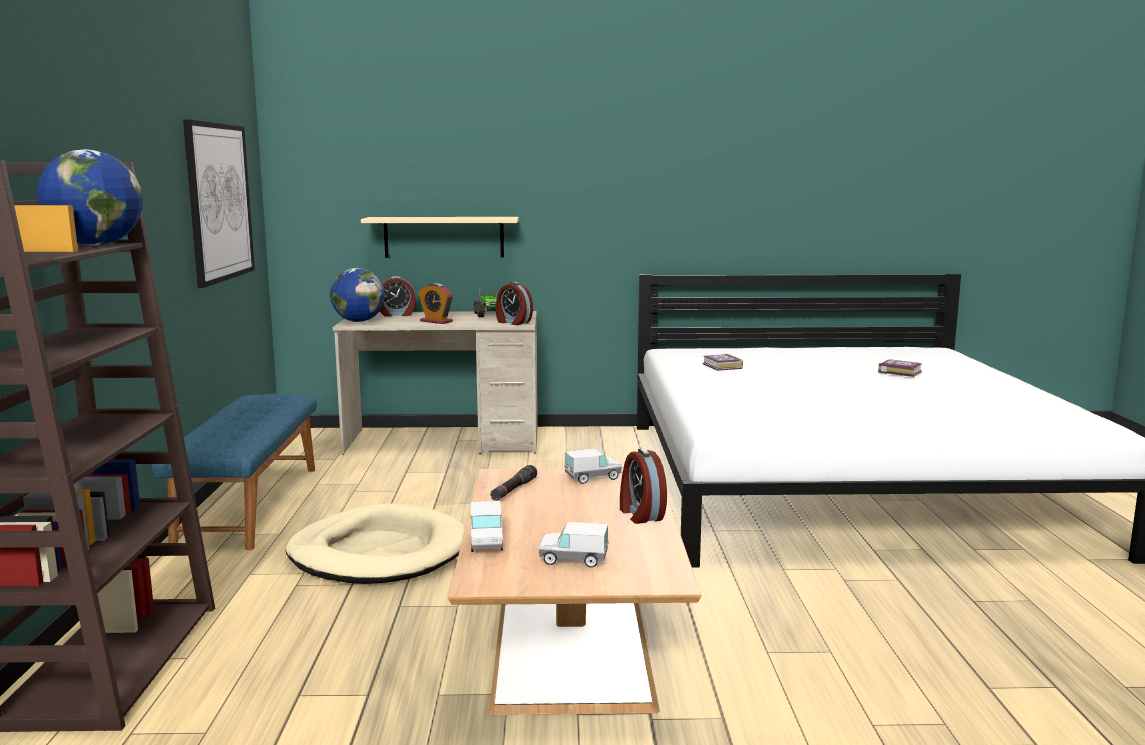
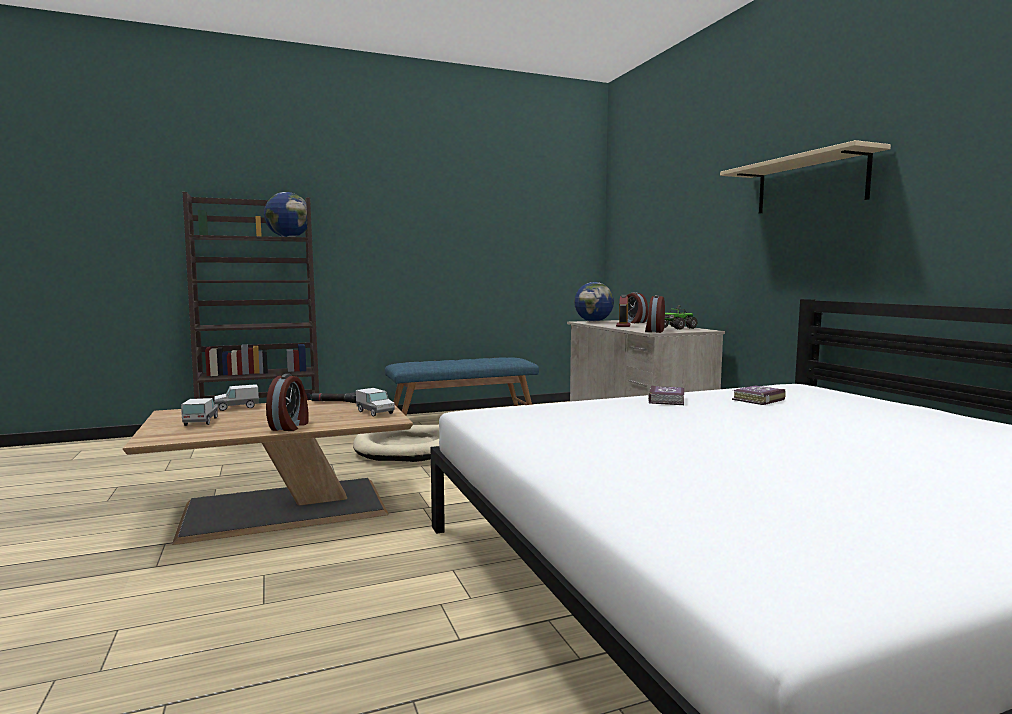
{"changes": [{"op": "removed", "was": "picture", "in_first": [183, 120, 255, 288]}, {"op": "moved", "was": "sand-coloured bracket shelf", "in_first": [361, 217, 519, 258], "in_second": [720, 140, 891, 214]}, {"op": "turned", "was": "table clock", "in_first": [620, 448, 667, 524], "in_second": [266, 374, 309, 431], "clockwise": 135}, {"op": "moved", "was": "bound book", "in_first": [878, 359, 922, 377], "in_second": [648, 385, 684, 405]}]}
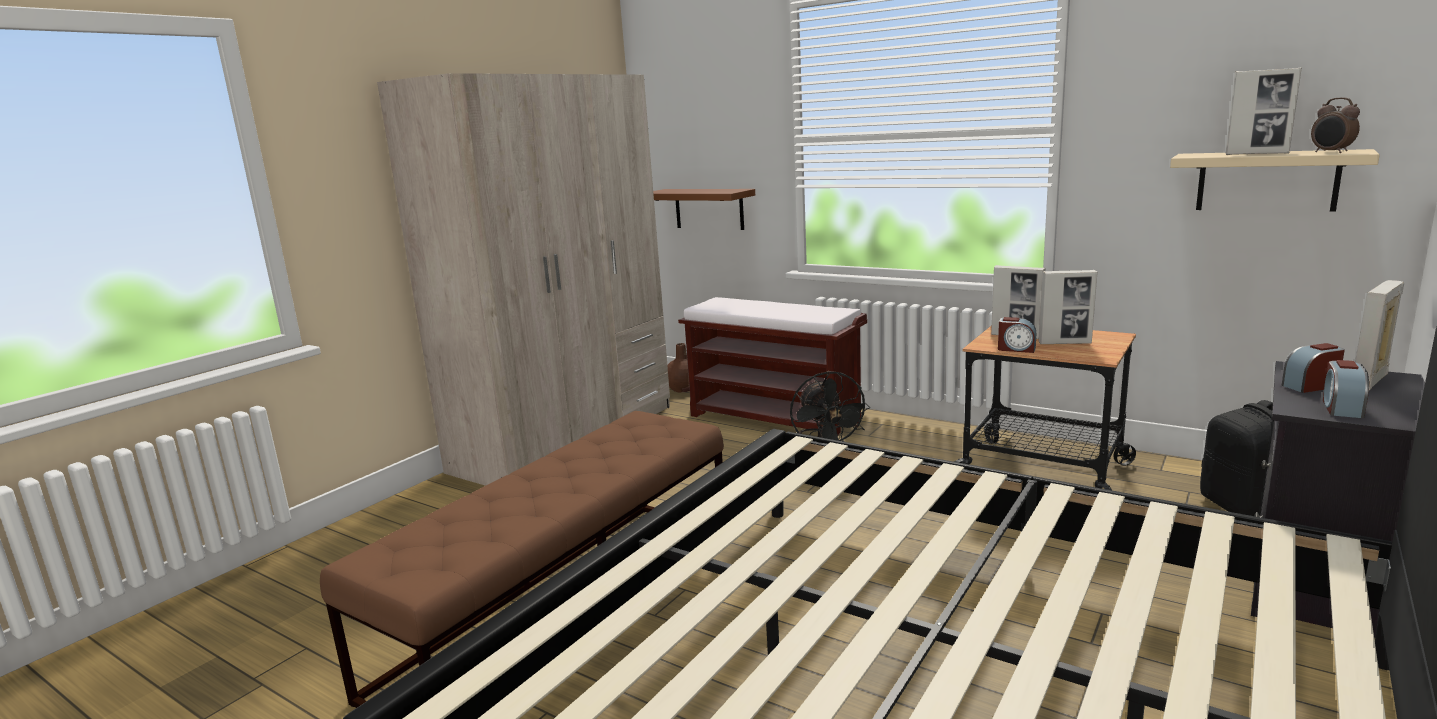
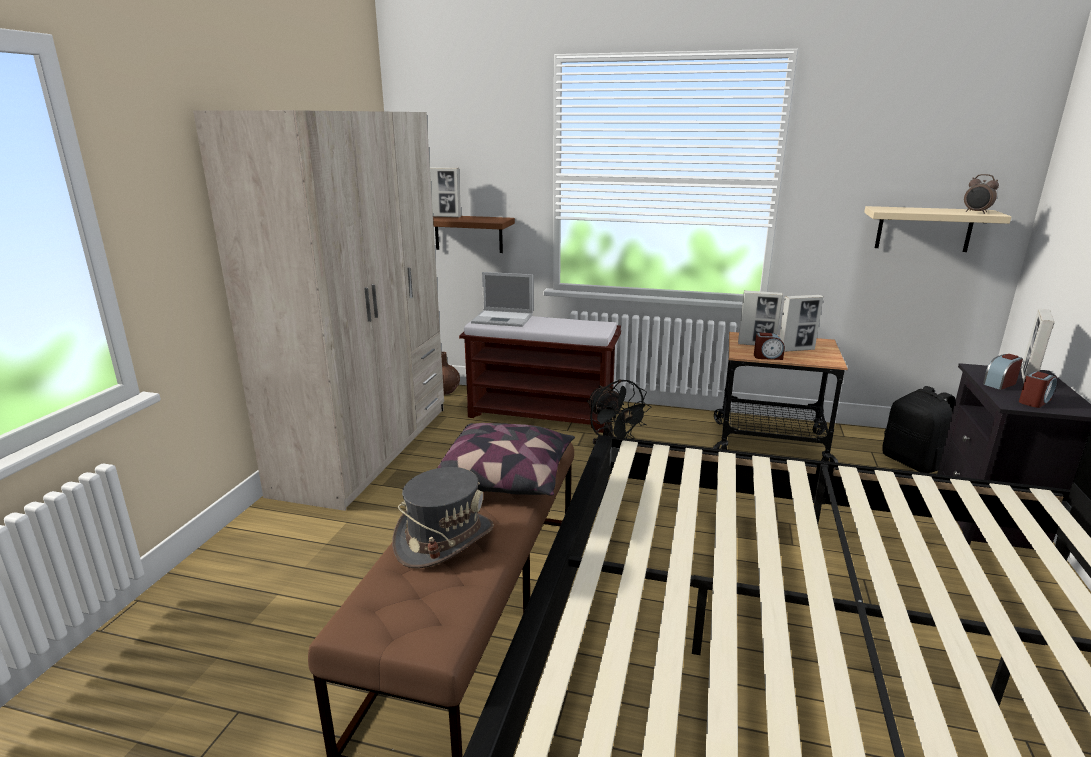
{"changes": [{"op": "moved", "was": "standing frame", "in_first": [1226, 67, 1302, 155], "in_second": [430, 167, 461, 217]}, {"op": "turned", "was": "table clock", "in_first": [1323, 360, 1369, 418], "in_second": [1019, 371, 1057, 408], "clockwise": -135}, {"op": "added", "now": "grey clothing hat", "in_second": [392, 467, 494, 568]}, {"op": "added", "now": "pillow", "in_second": [437, 423, 575, 495]}, {"op": "added", "now": "portable computer", "in_second": [471, 272, 533, 327]}]}
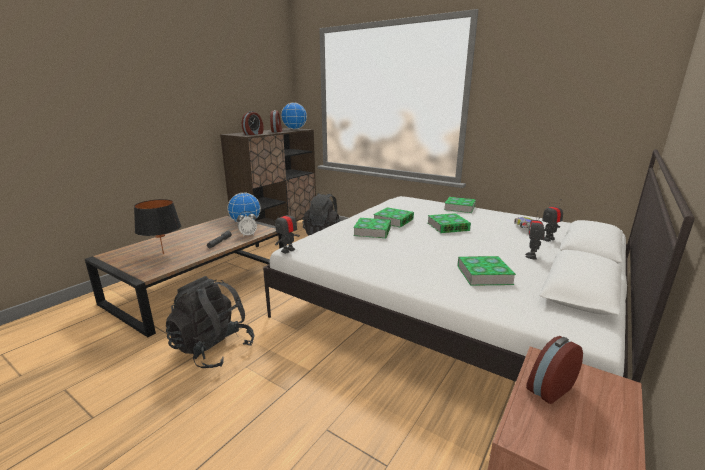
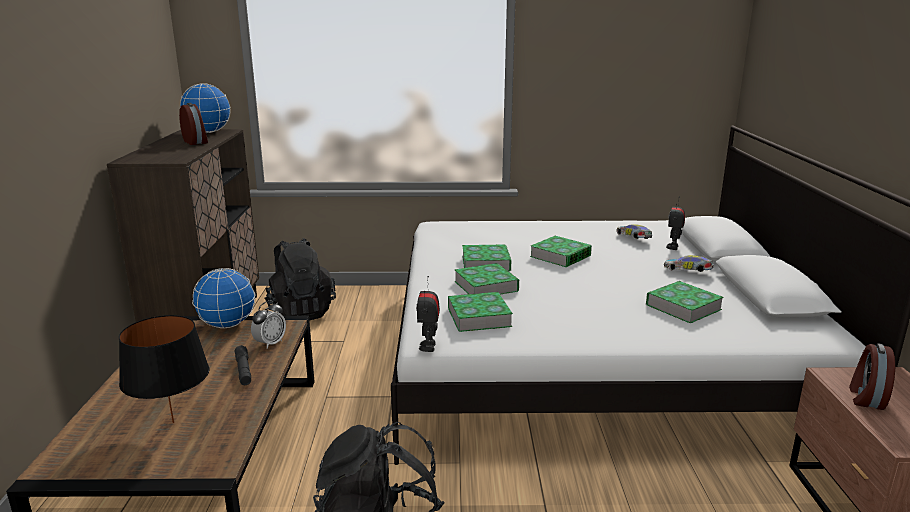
{"changes": [{"op": "removed", "was": "table clock", "in_first": [242, 111, 263, 135]}, {"op": "moved", "was": "bound book", "in_first": [444, 197, 476, 213], "in_second": [448, 292, 513, 332]}, {"op": "replaced", "was": "toy robot", "now": "toy car", "in_first": [525, 210, 545, 260], "in_second": [664, 255, 713, 272]}]}
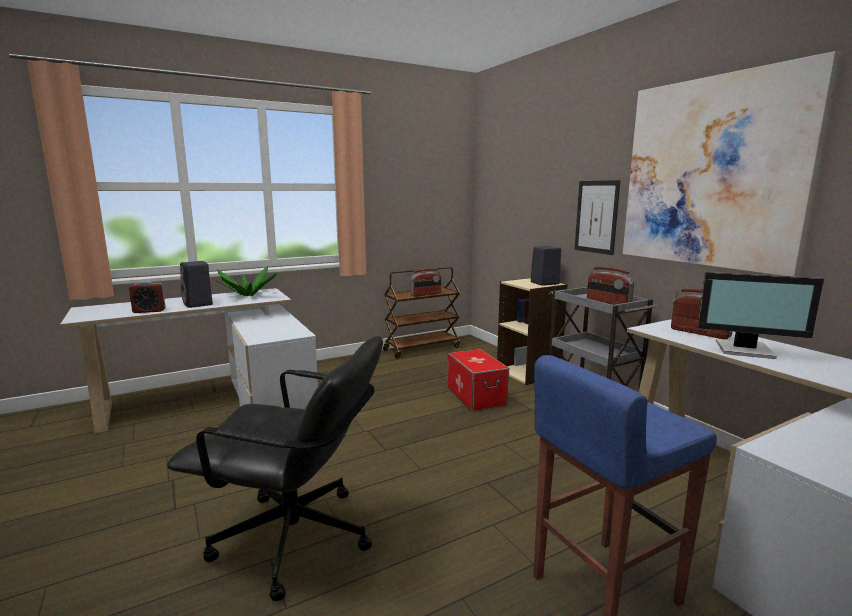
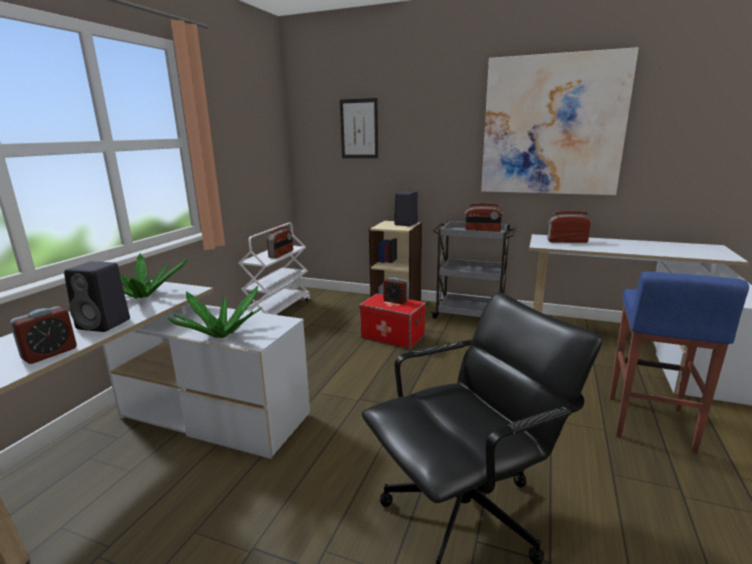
{"changes": [{"op": "recoloured", "was": "brown trolley", "now": "white-coloured trolley", "in_first": [383, 267, 460, 359], "in_second": [238, 223, 310, 315]}, {"op": "moved", "was": "picture", "in_first": [574, 180, 620, 255], "in_second": [340, 98, 378, 158]}, {"op": "removed", "was": "computer display", "in_first": [698, 272, 824, 359]}, {"op": "added", "now": "potted plant", "in_second": [167, 286, 263, 338]}, {"op": "added", "now": "table clock", "in_second": [383, 278, 408, 304]}]}
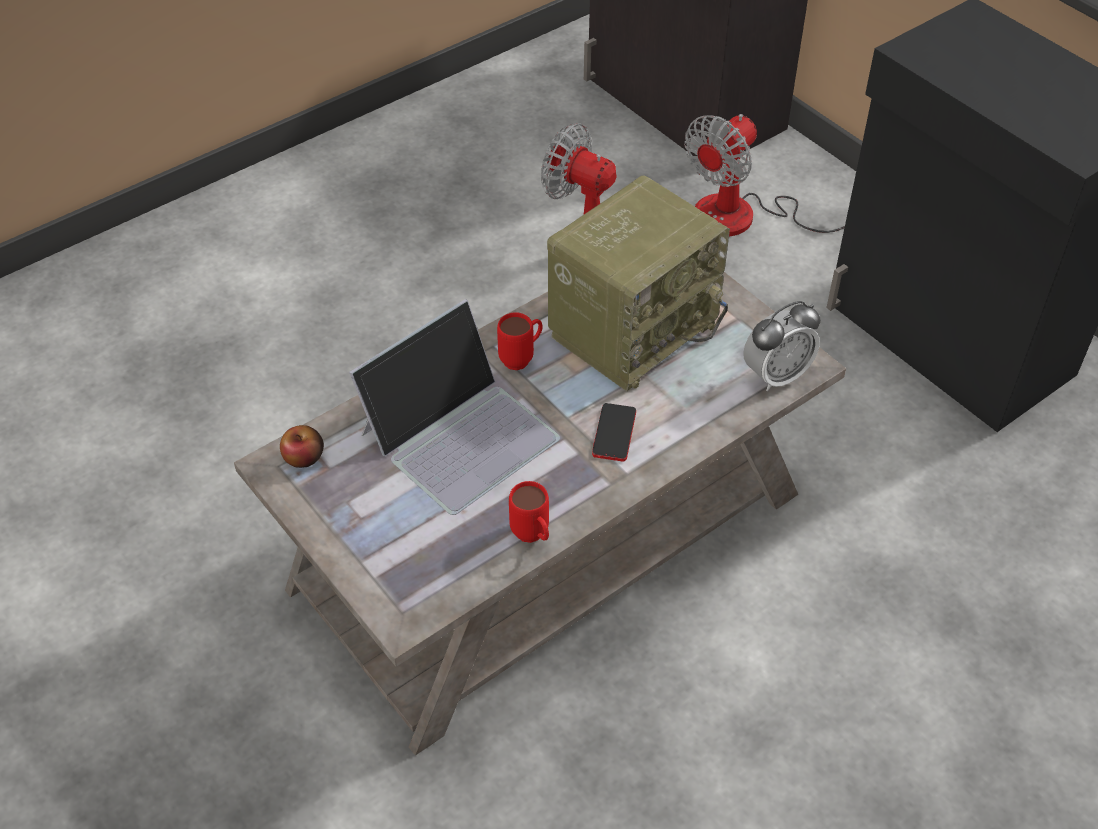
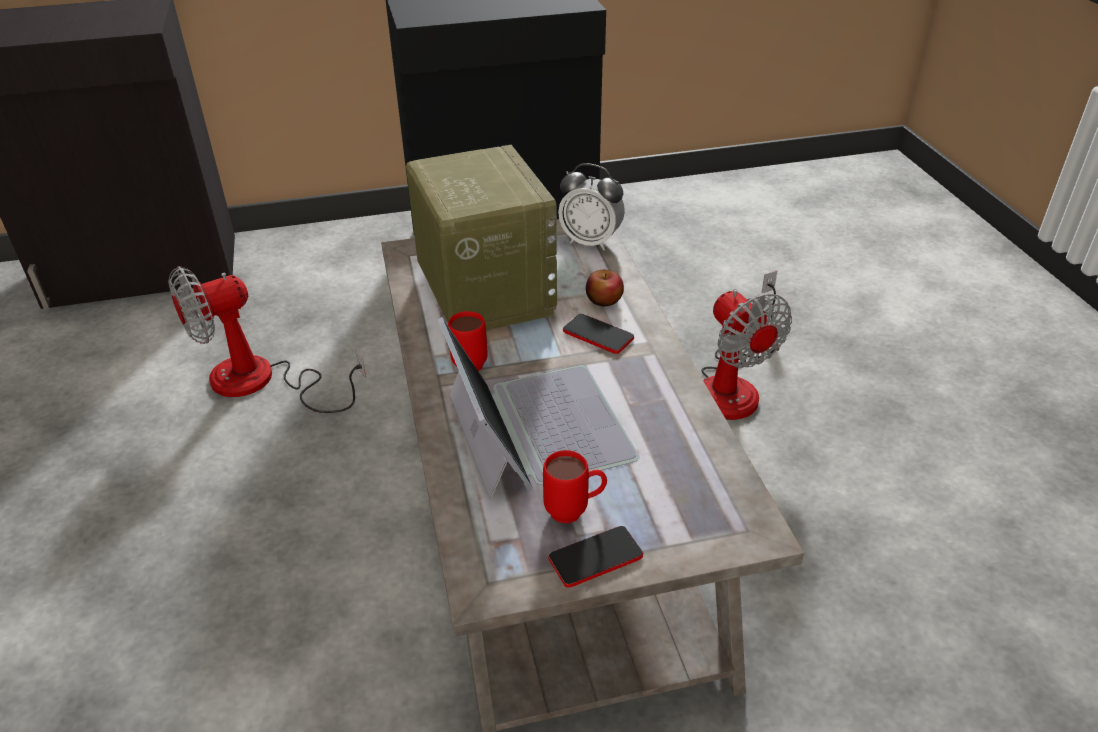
{"changes": [{"op": "moved", "was": "apple fruit", "in_first": [280, 425, 324, 468], "in_second": [586, 270, 624, 306]}, {"op": "moved", "was": "reddish tea mug", "in_first": [509, 481, 549, 543], "in_second": [543, 450, 607, 523]}, {"op": "moved", "was": "electric fan", "in_first": [685, 114, 845, 236], "in_second": [701, 271, 792, 420]}, {"op": "turned", "was": "table clock", "in_first": [743, 301, 821, 391], "in_second": [558, 164, 625, 250], "clockwise": 120}, {"op": "added", "now": "telephone", "in_second": [548, 526, 643, 588]}]}
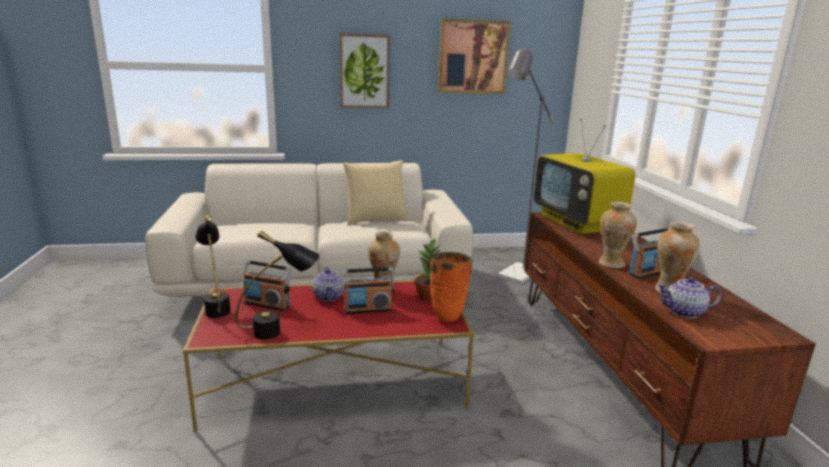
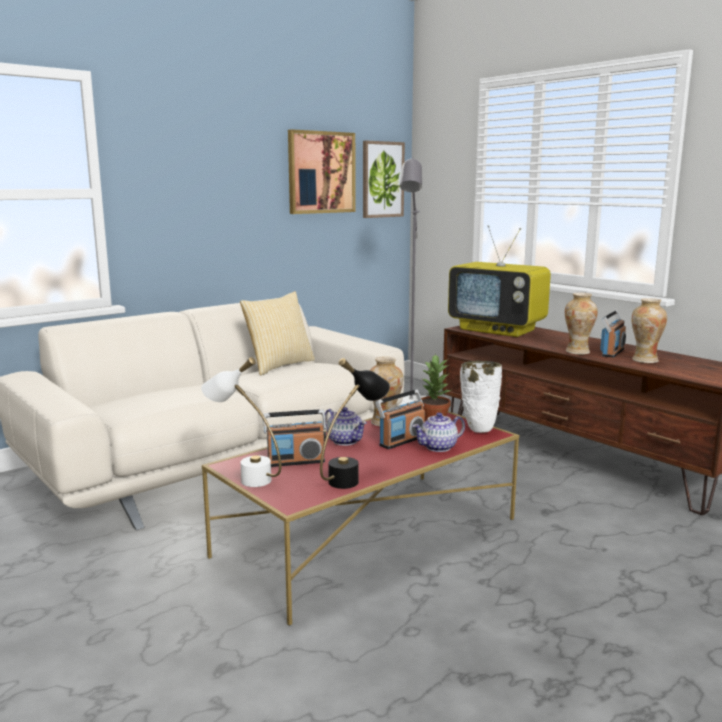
{"changes": [{"op": "recoloured", "was": "black-coloured lamp for a table", "now": "white-coloured lamp for a table", "in_first": [195, 215, 231, 318], "in_second": [201, 357, 281, 487]}, {"op": "moved", "was": "picture", "in_first": [339, 33, 390, 108], "in_second": [363, 141, 405, 218]}, {"op": "recoloured", "was": "orange-coloured flower vase", "now": "white-coloured flower vase", "in_first": [430, 252, 473, 322], "in_second": [460, 361, 502, 433]}, {"op": "moved", "was": "teapot", "in_first": [657, 277, 722, 318], "in_second": [412, 412, 465, 452]}]}
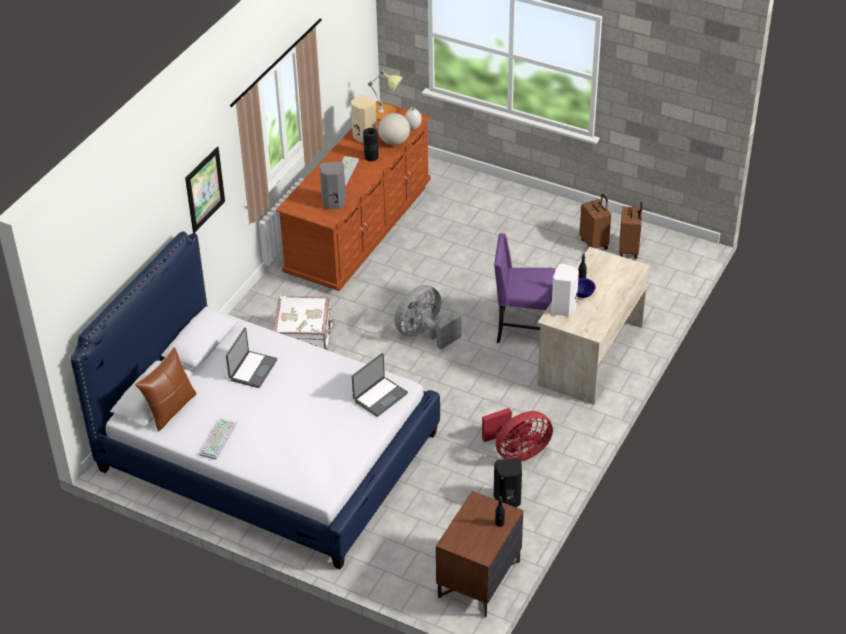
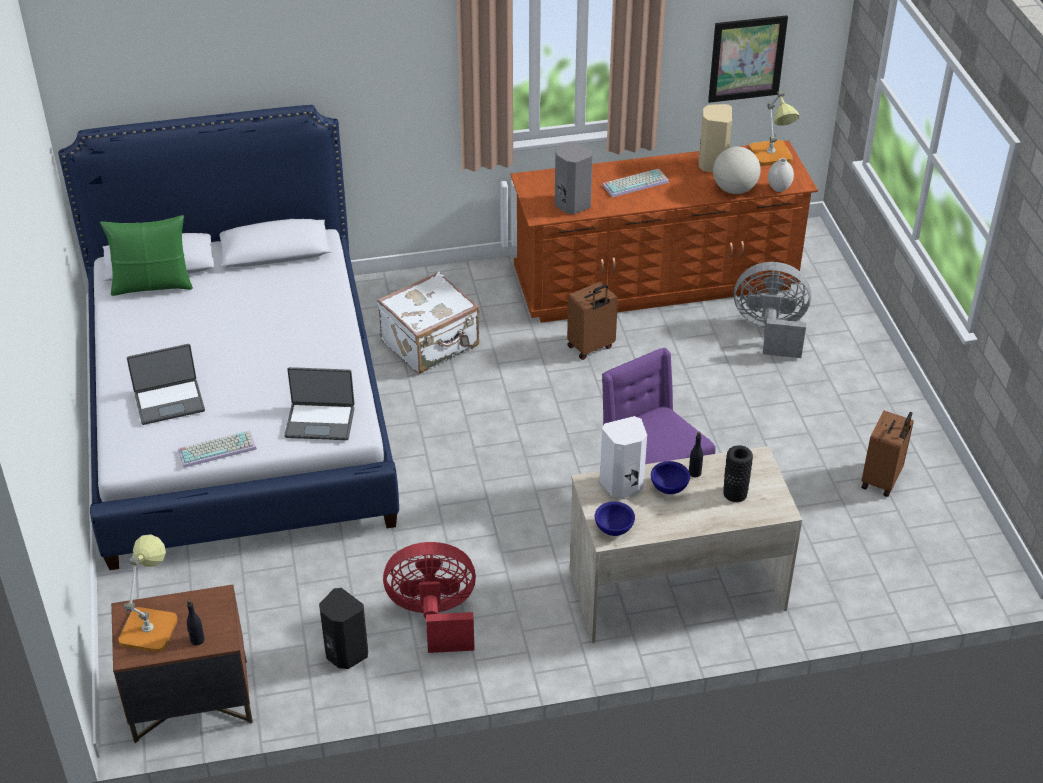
{"changes": [{"op": "recoloured", "was": "brown pillow", "now": "greenish pillow", "in_first": [135, 347, 197, 432], "in_second": [100, 215, 193, 296]}, {"op": "moved", "was": "picture", "in_first": [185, 147, 225, 233], "in_second": [708, 15, 788, 103]}, {"op": "moved", "was": "PC keyboard", "in_first": [199, 418, 237, 460], "in_second": [178, 430, 257, 468]}, {"op": "moved", "was": "portable computer", "in_first": [226, 328, 278, 388], "in_second": [127, 344, 205, 425]}, {"op": "moved", "was": "black-coloured flower vase", "in_first": [363, 128, 378, 161], "in_second": [723, 445, 753, 502]}, {"op": "moved", "was": "grey electric fan", "in_first": [394, 285, 462, 350], "in_second": [734, 262, 811, 358]}, {"op": "turned", "was": "reddish electric fan", "in_first": [482, 408, 553, 462], "in_second": [383, 542, 476, 653], "clockwise": 150}, {"op": "moved", "was": "brown piece of luggage", "in_first": [619, 202, 642, 259], "in_second": [567, 282, 618, 360]}, {"op": "added", "now": "lamp for a table", "in_second": [118, 534, 178, 652]}, {"op": "added", "now": "blue deep dish", "in_second": [595, 501, 635, 536]}]}
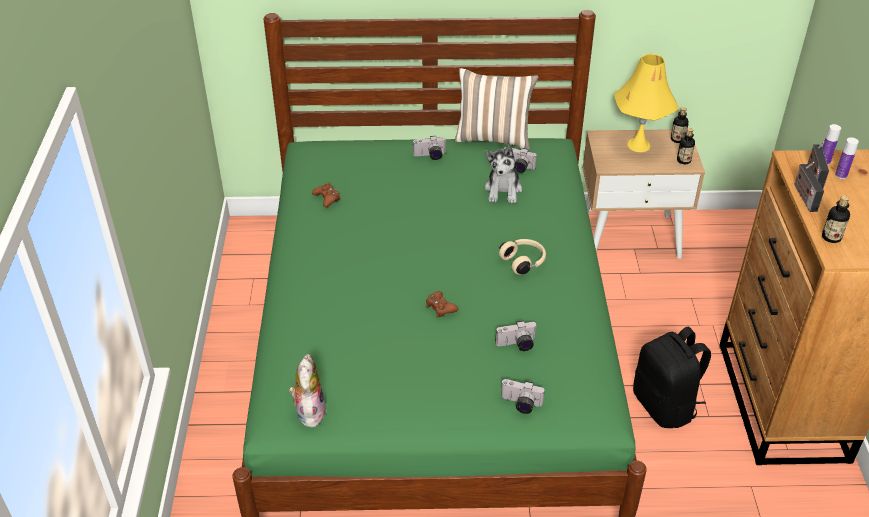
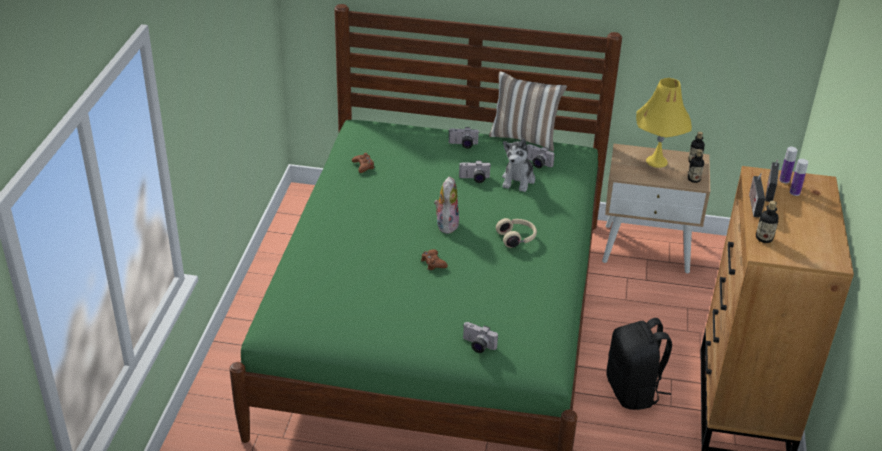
{"changes": [{"op": "moved", "was": "cuddly toy", "in_first": [289, 354, 326, 427], "in_second": [434, 176, 459, 234]}, {"op": "moved", "was": "still camera", "in_first": [495, 320, 537, 351], "in_second": [459, 161, 491, 183]}]}
